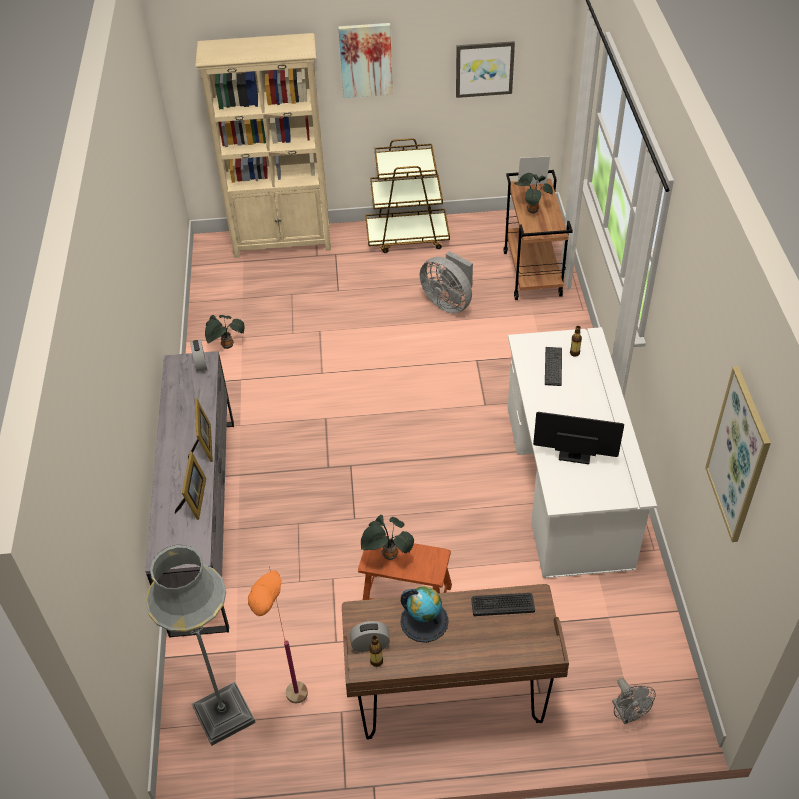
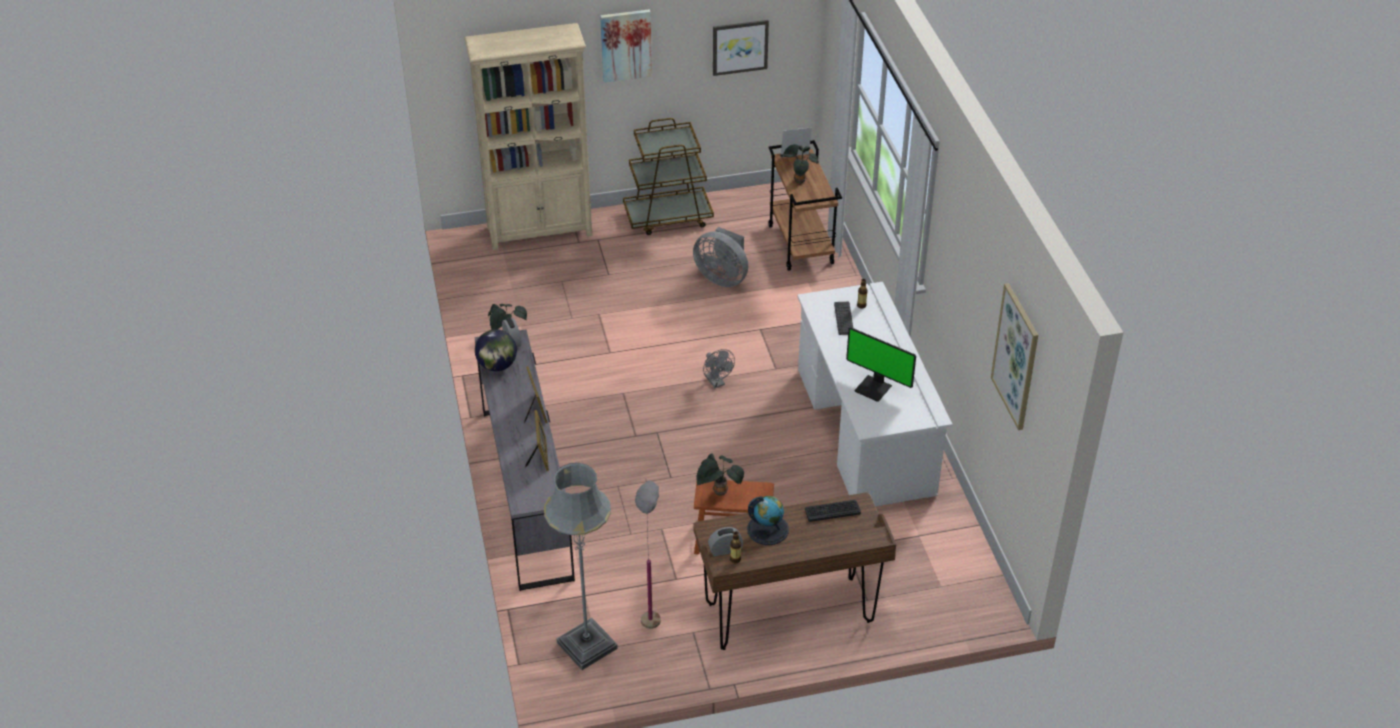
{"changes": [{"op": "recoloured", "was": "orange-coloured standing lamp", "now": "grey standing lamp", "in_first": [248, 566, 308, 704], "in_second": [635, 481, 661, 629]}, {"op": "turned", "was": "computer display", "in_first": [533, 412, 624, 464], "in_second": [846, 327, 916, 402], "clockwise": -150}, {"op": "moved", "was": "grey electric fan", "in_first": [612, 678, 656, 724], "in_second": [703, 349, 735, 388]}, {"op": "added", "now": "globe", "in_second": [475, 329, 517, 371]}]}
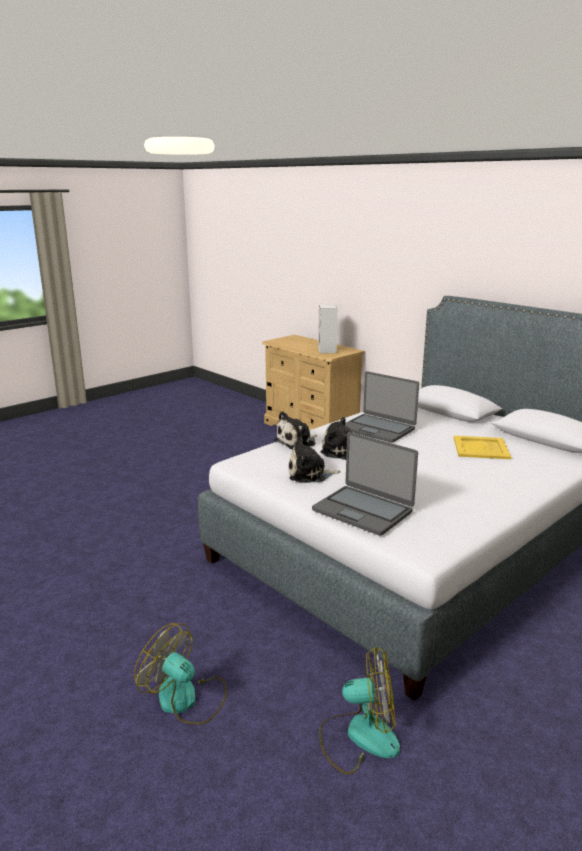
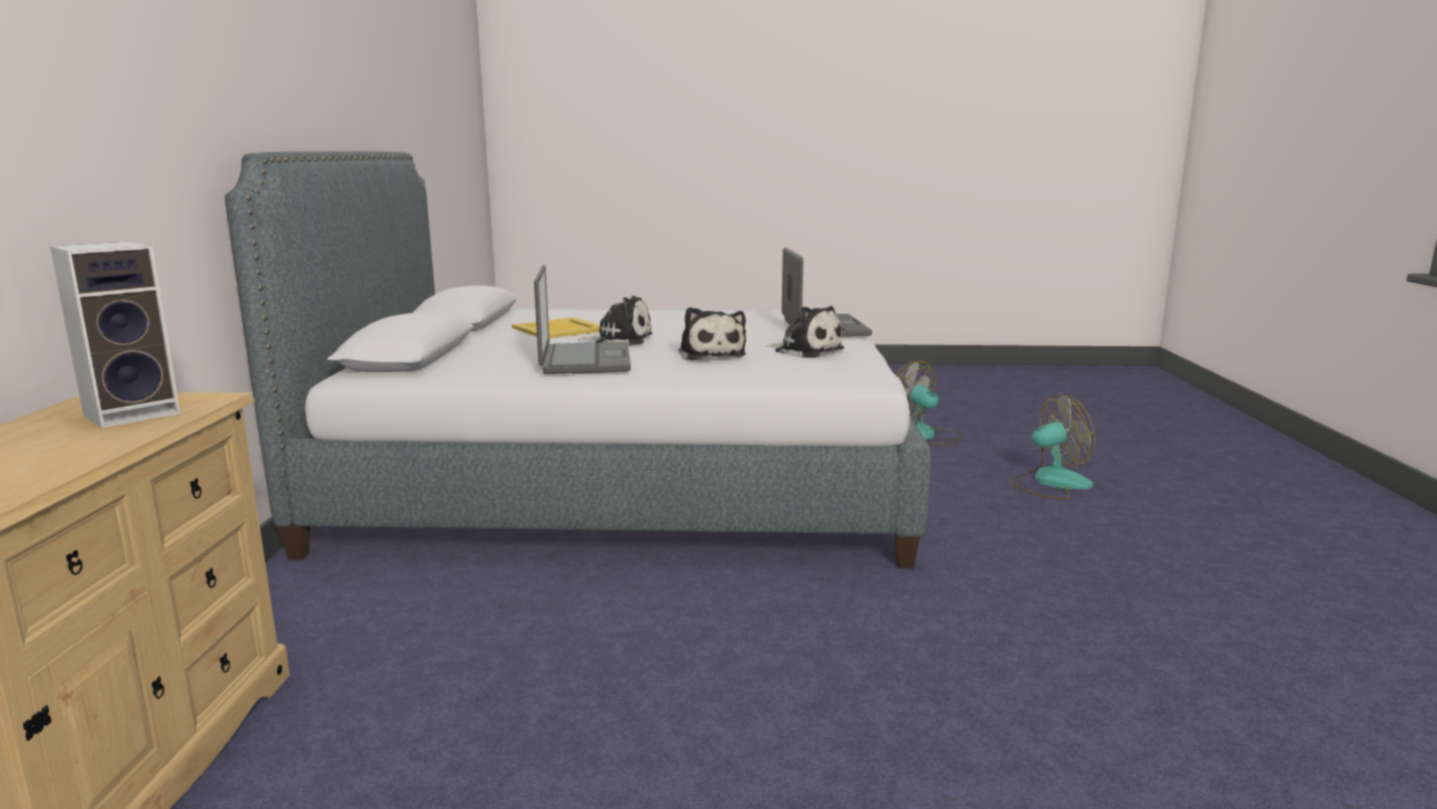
{"changes": [{"op": "turned", "was": "electric fan", "in_first": [134, 623, 227, 724], "in_second": [1010, 394, 1095, 500], "clockwise": -90}, {"op": "moved", "was": "cuddly toy", "in_first": [274, 411, 317, 449], "in_second": [577, 296, 653, 345]}]}
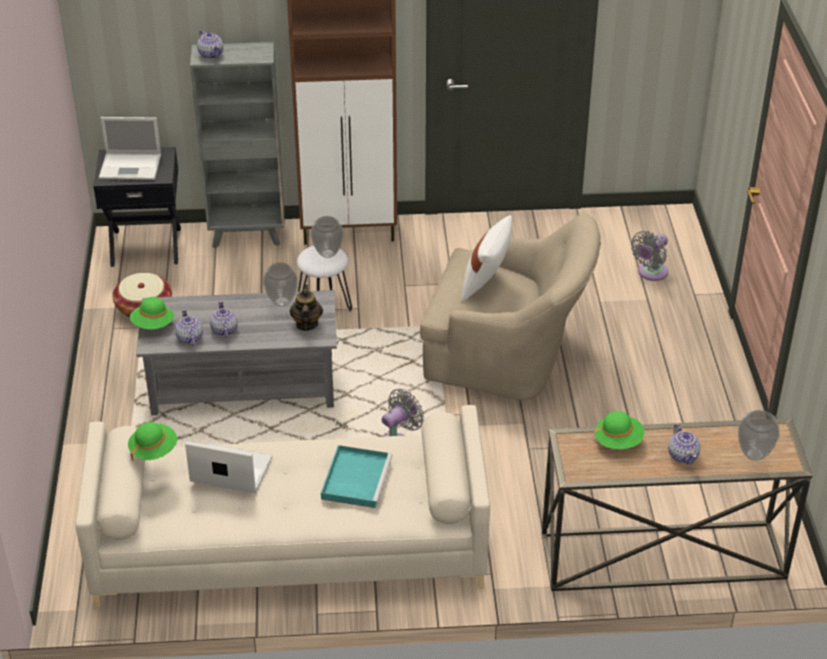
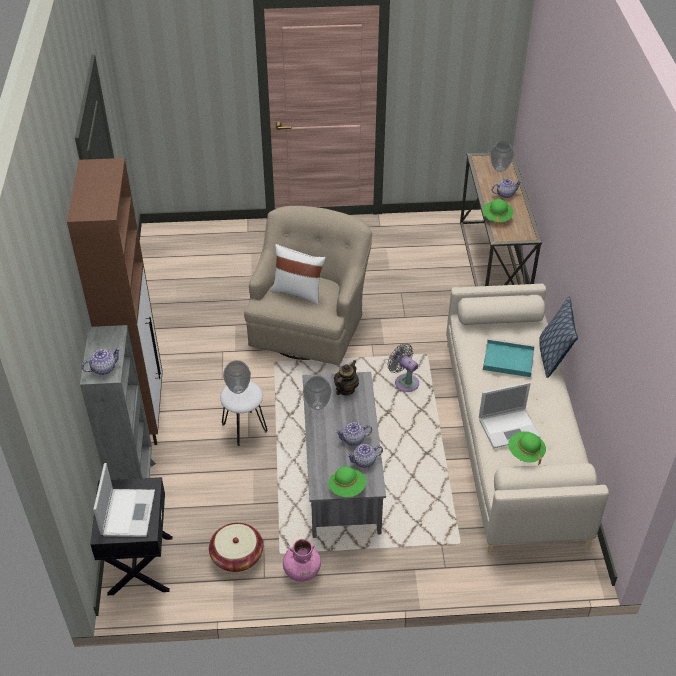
{"changes": [{"op": "turned", "was": "portable computer", "in_first": [185, 442, 272, 493], "in_second": [479, 382, 541, 448], "clockwise": -120}, {"op": "turned", "was": "teapot", "in_first": [289, 285, 323, 331], "in_second": [334, 360, 359, 395], "clockwise": 120}, {"op": "removed", "was": "grey electric fan", "in_first": [631, 231, 668, 281]}, {"op": "added", "now": "pink-coloured flower vase", "in_second": [283, 539, 321, 582]}, {"op": "added", "now": "pillow", "in_second": [539, 296, 578, 378]}]}
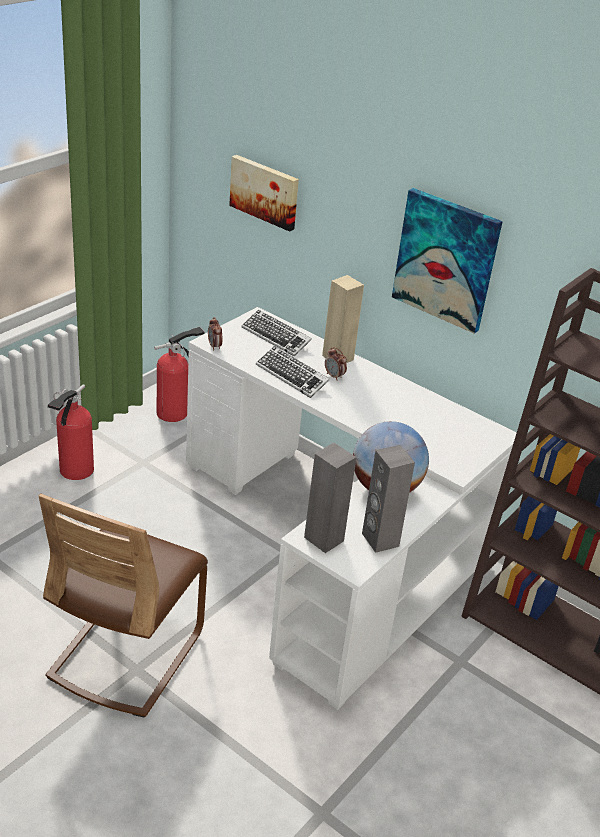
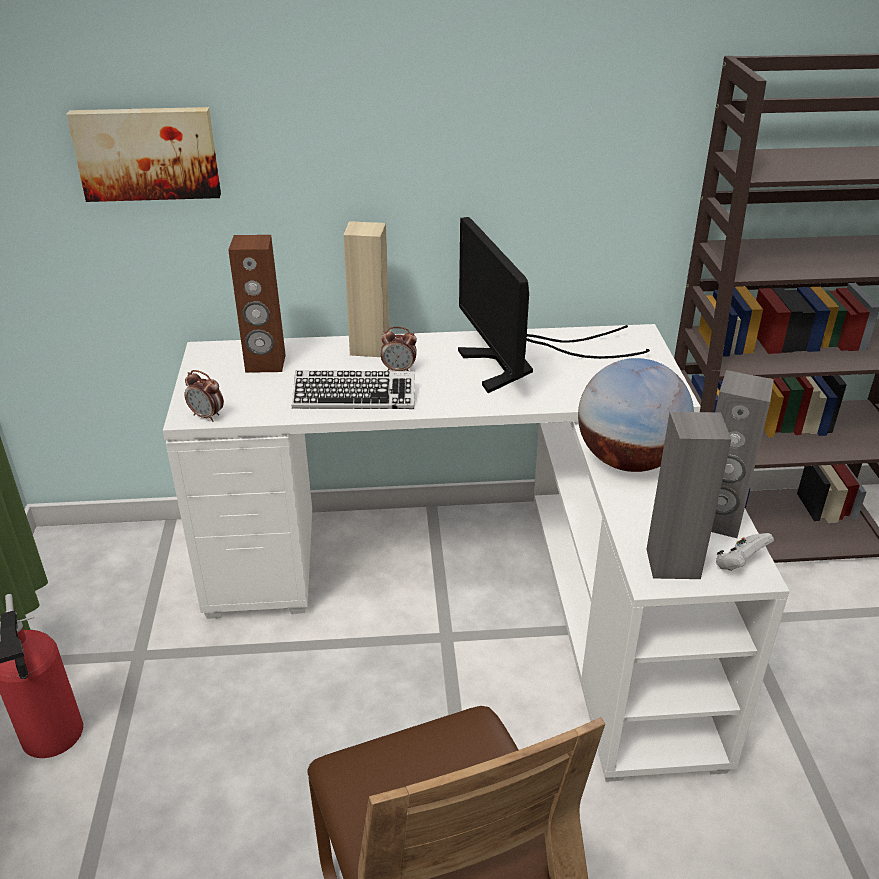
{"changes": [{"op": "removed", "was": "fire extinguisher", "in_first": [154, 327, 205, 422]}, {"op": "replaced", "was": "PC keyboard", "now": "brown speaker", "in_first": [241, 310, 312, 356], "in_second": [228, 235, 286, 373]}, {"op": "removed", "was": "picture", "in_first": [392, 188, 503, 334]}, {"op": "added", "now": "computer display", "in_second": [458, 217, 650, 393]}, {"op": "added", "now": "white-coloured game controller", "in_second": [716, 533, 774, 571]}]}
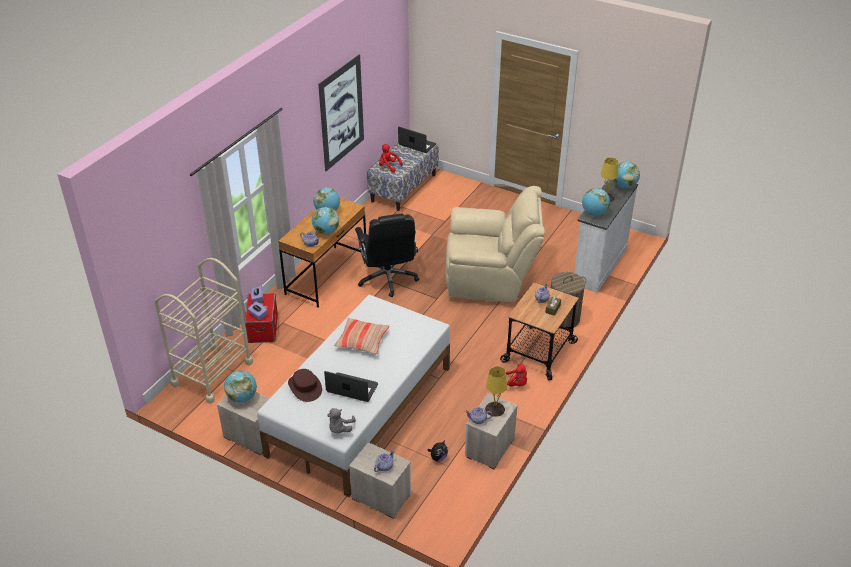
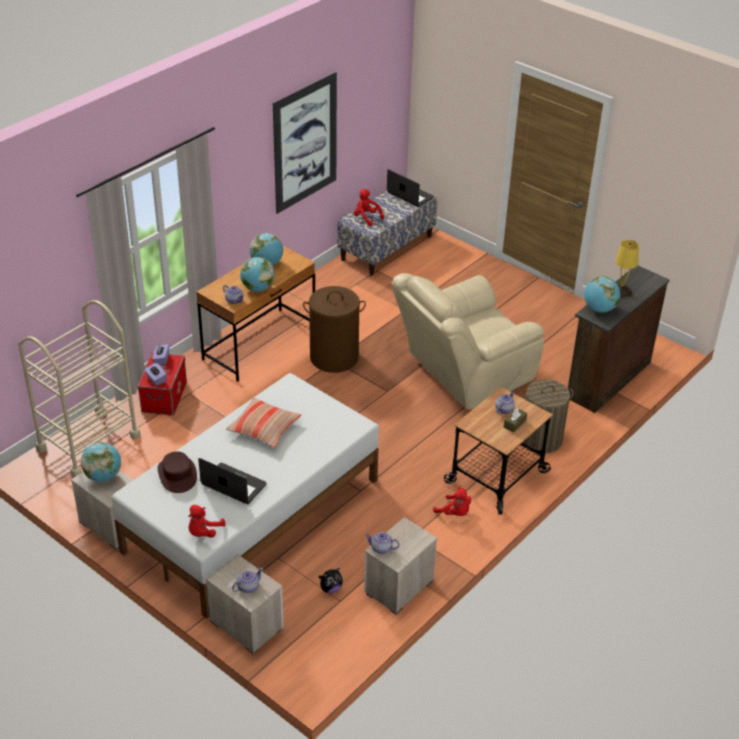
{"changes": [{"op": "recoloured", "was": "grey cuddly toy", "now": "reddish cuddly toy", "in_first": [327, 408, 356, 433], "in_second": [188, 505, 225, 538]}, {"op": "replaced", "was": "black-coloured office chair", "now": "brown washing basket", "in_first": [355, 214, 419, 297], "in_second": [303, 286, 366, 373]}, {"op": "turned", "was": "sand-coloured lounge chair", "in_first": [446, 186, 545, 302], "in_second": [391, 273, 544, 410], "clockwise": 135}, {"op": "removed", "was": "yellow lamp for a table", "in_first": [485, 366, 507, 417]}, {"op": "recoloured", "was": "white-coloured dresser", "now": "brown dresser", "in_first": [574, 180, 638, 293], "in_second": [568, 266, 669, 413]}, {"op": "removed", "was": "globe", "in_first": [613, 162, 640, 188]}]}
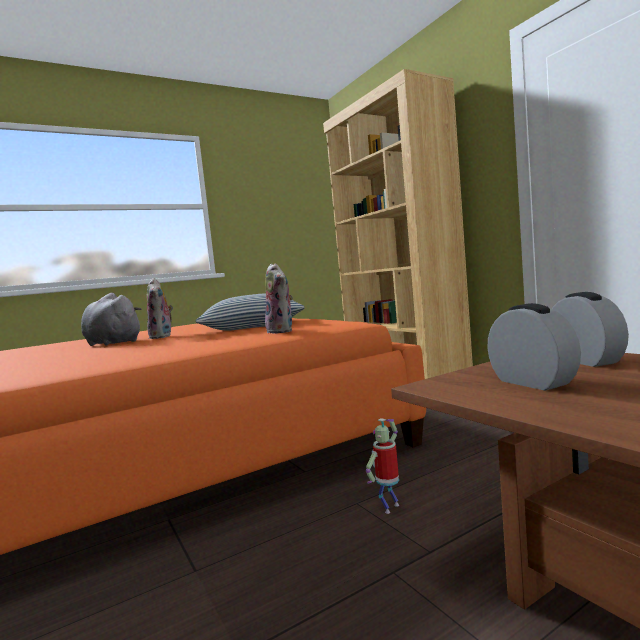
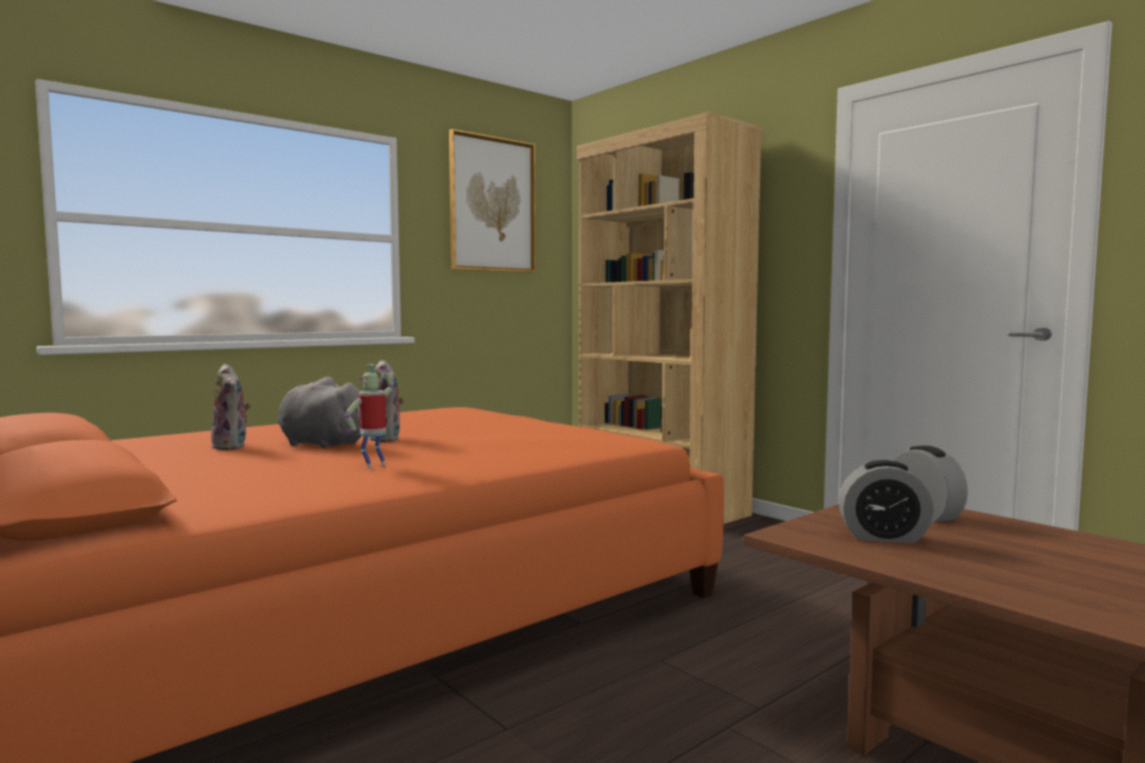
{"changes": [{"op": "removed", "was": "pillow", "in_first": [196, 294, 304, 331]}, {"op": "moved", "was": "cuddly toy", "in_first": [265, 263, 293, 334], "in_second": [211, 364, 251, 450]}, {"op": "moved", "was": "toy robot", "in_first": [366, 418, 399, 514], "in_second": [345, 364, 394, 468]}, {"op": "turned", "was": "table clock", "in_first": [488, 303, 581, 391], "in_second": [839, 460, 934, 543], "clockwise": 135}, {"op": "added", "now": "picture", "in_second": [449, 129, 536, 273]}]}
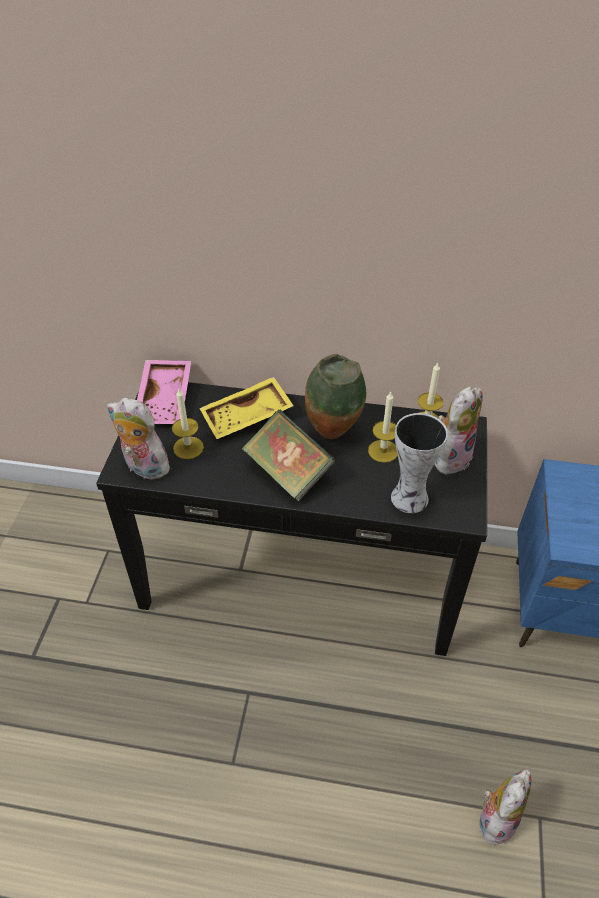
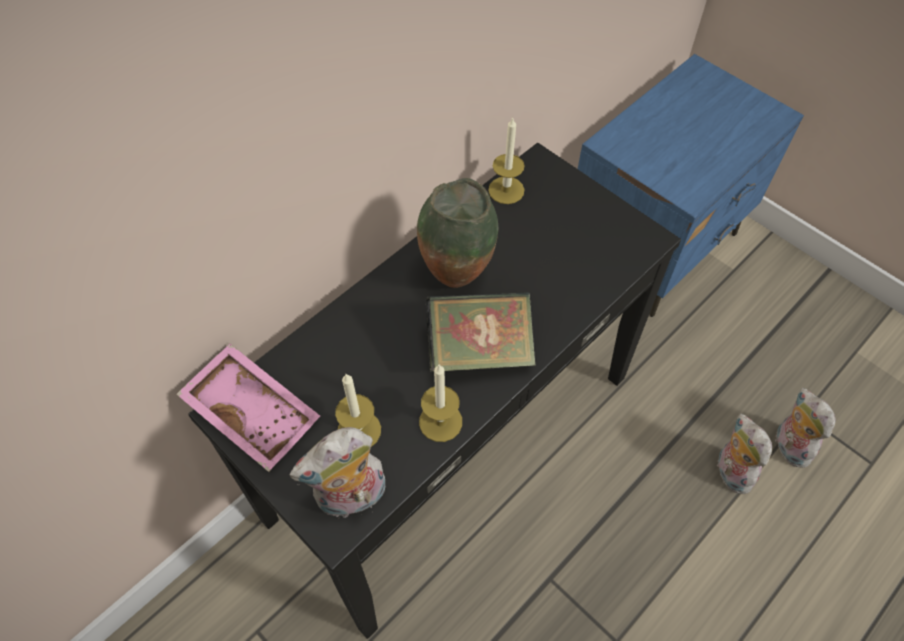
{"changes": [{"op": "removed", "was": "yellow carrying tray", "in_first": [199, 377, 294, 439]}, {"op": "moved", "was": "wax candle", "in_first": [368, 392, 398, 463], "in_second": [419, 365, 462, 442]}, {"op": "removed", "was": "flower vase", "in_first": [391, 413, 448, 513]}, {"op": "moved", "was": "cuddly toy", "in_first": [434, 386, 483, 474], "in_second": [717, 413, 772, 494]}]}
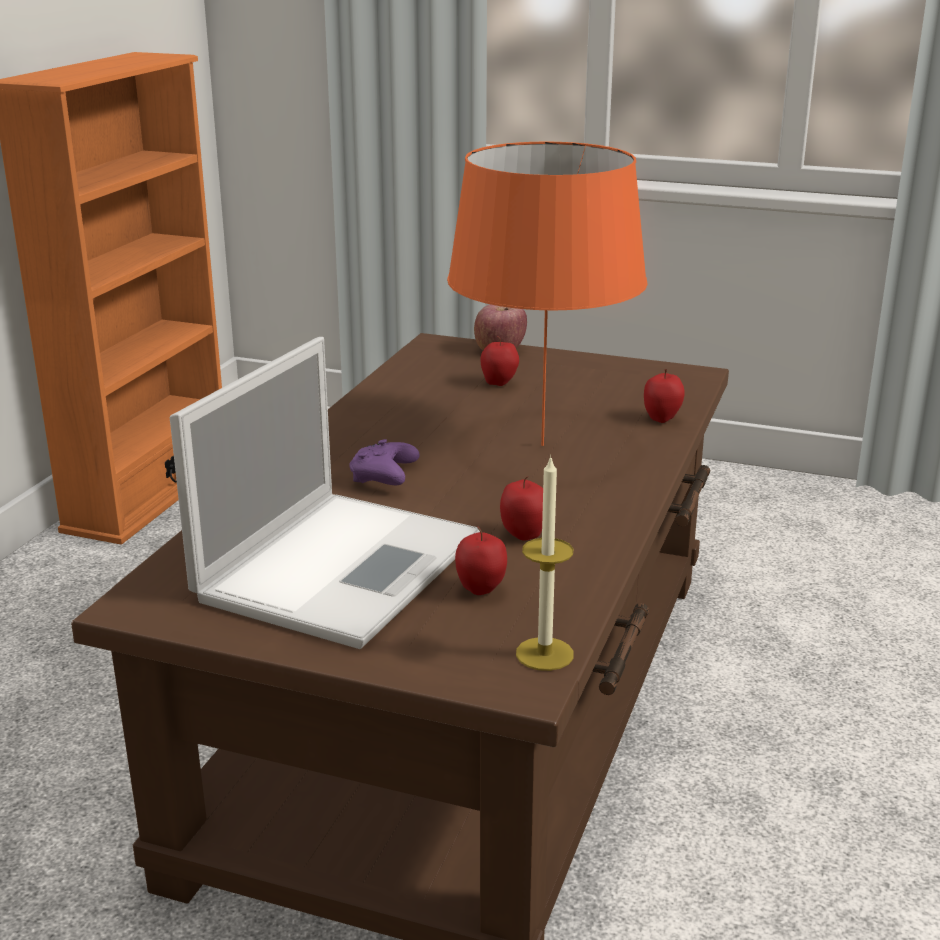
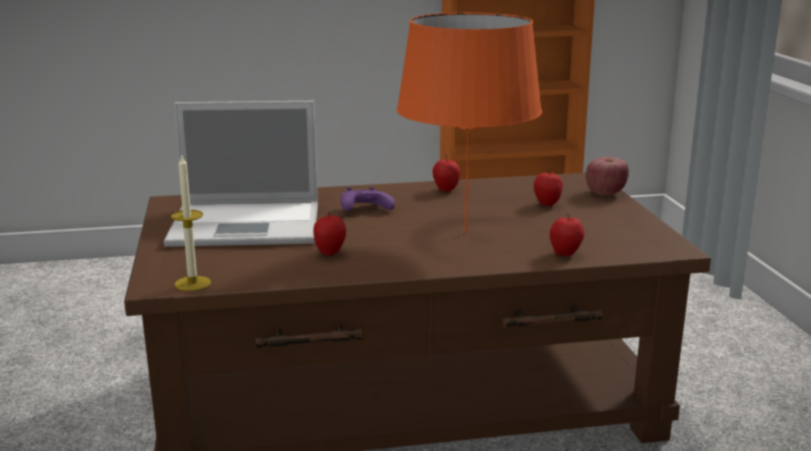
{"changes": [{"op": "moved", "was": "apple fruit", "in_first": [455, 527, 507, 595], "in_second": [433, 154, 460, 192]}]}
